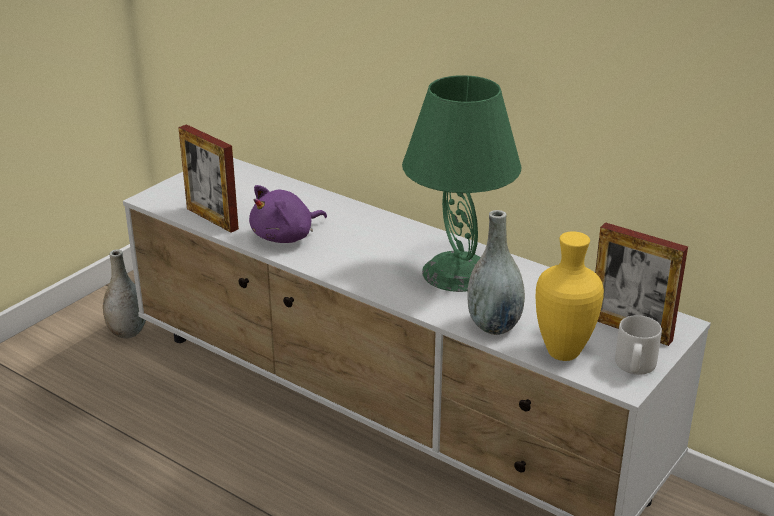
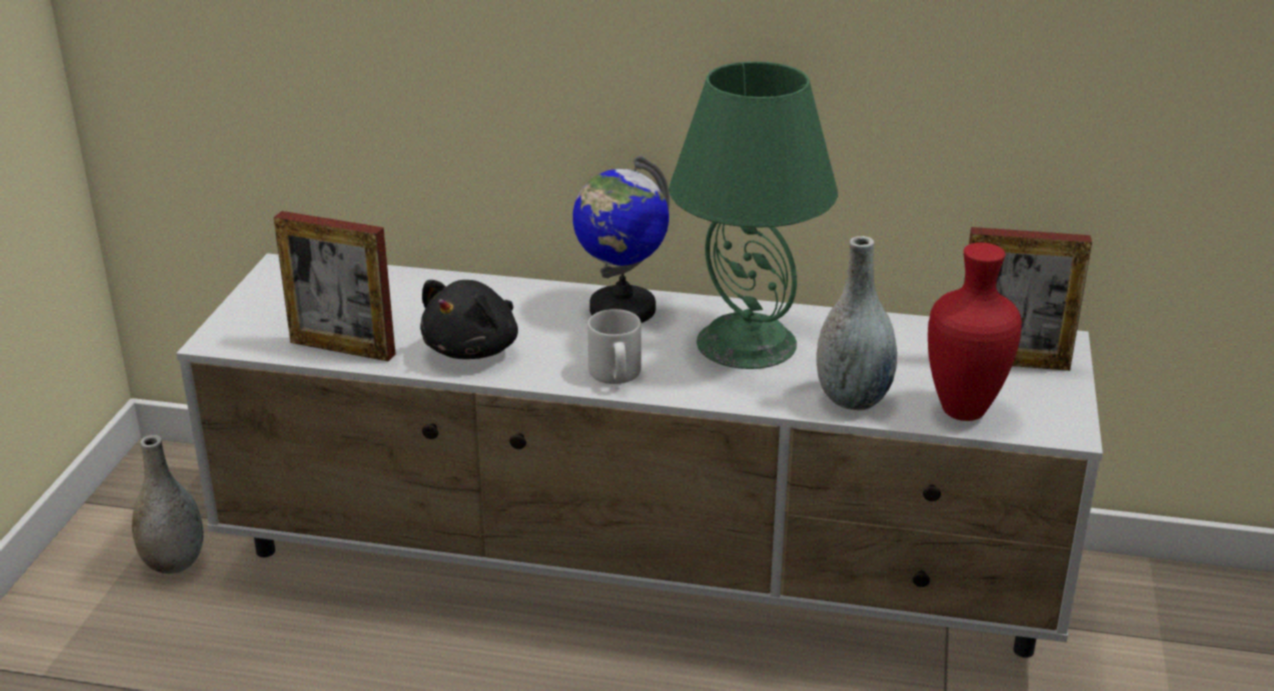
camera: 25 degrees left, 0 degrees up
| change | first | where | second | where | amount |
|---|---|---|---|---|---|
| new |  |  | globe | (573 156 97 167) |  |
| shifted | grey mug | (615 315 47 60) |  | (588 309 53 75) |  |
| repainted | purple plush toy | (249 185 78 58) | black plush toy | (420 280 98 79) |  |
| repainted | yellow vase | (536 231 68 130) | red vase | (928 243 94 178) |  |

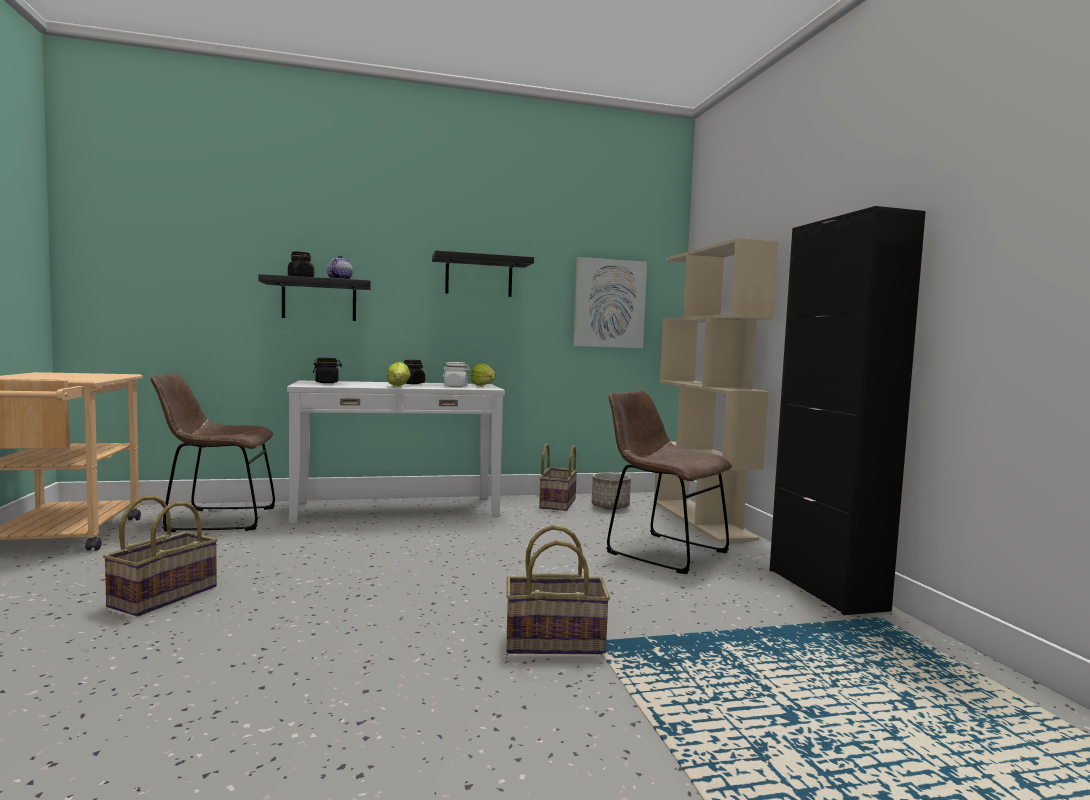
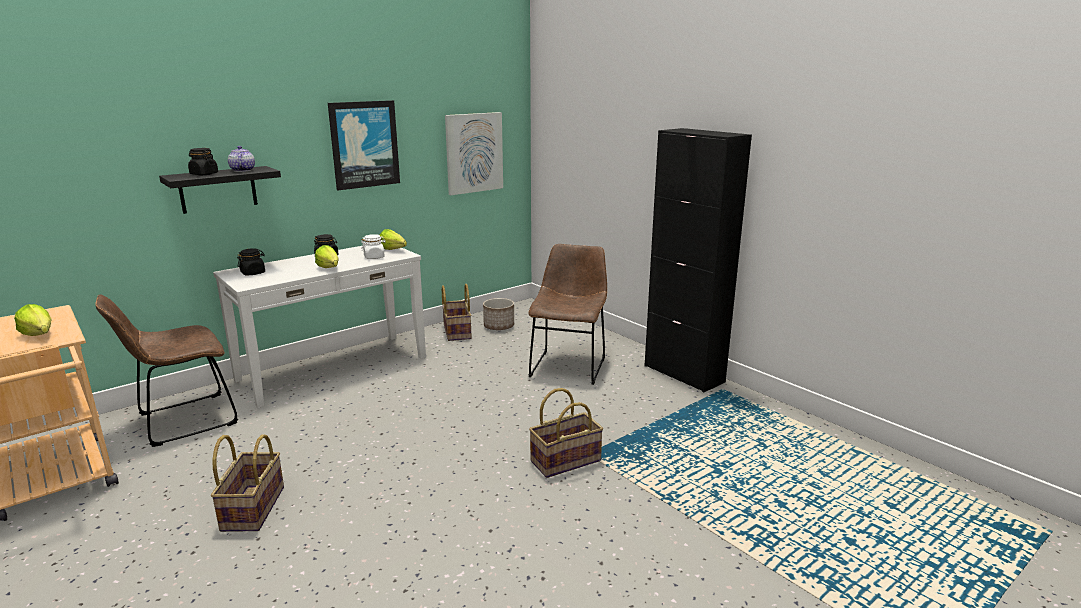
camera: 25 degrees left, 15 degrees up
| change | first | where | second | where | amount |
|---|---|---|---|---|---|
| gone | beige bookcase | (654 238 124 304) |  |  |  |
| new |  |  | lettuce | (14 304 38 32) |  |
| swapped | black shelf | (432 250 102 47) | picture | (328 100 72 90) |  |
| rotated | brown chair | (606 390 126 184) |  | (528 244 79 141) | 90 degrees clockwise |

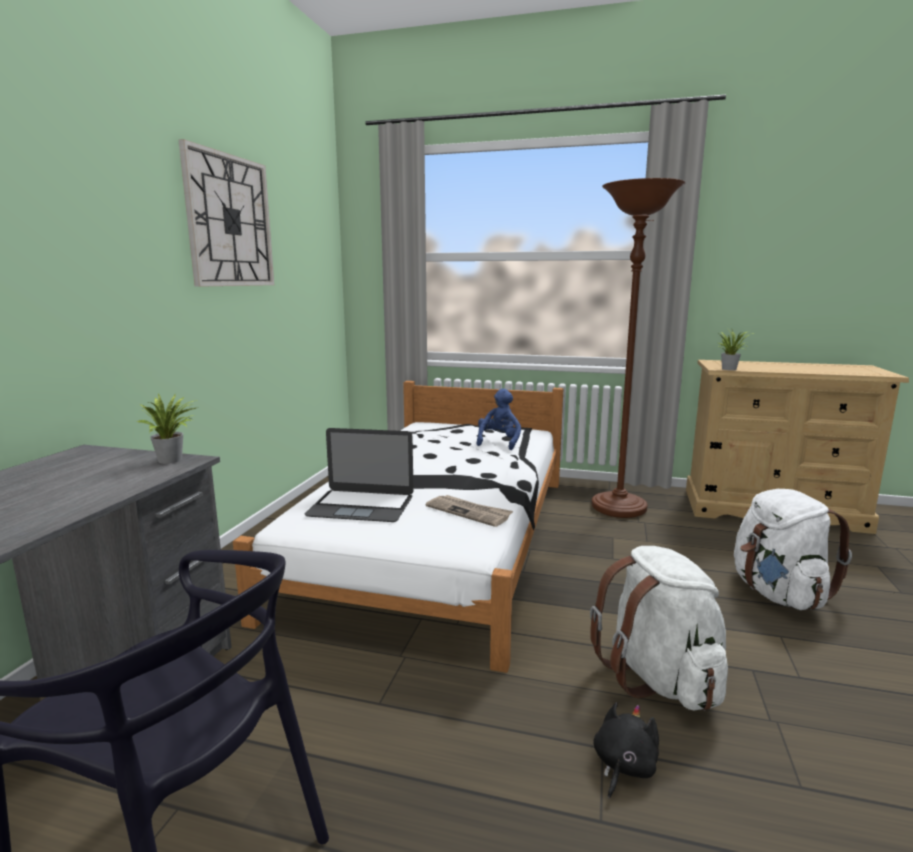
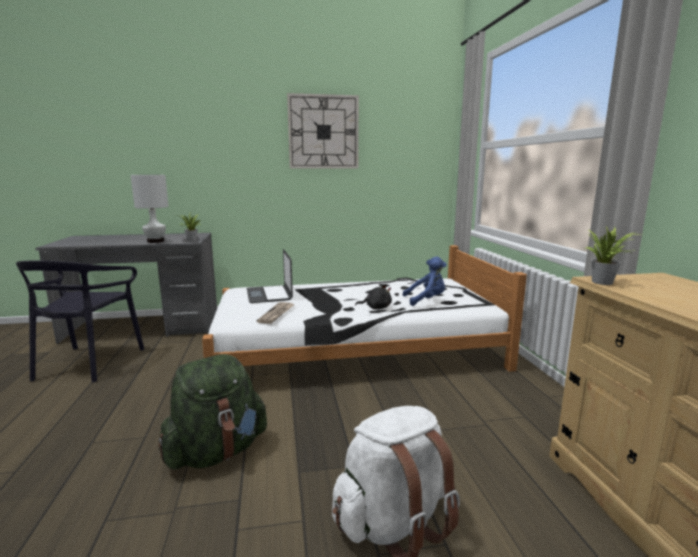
camera: 65 degrees right, 0 degrees up
| change | first | where | second | where | amount |
|---|---|---|---|---|---|
| gone | brown floor lamp | (592 178 94 340) |  |  |  |
| new |  |  | white table lamp | (130 175 39 68) |  |
| shifted | black plush toy | (593 702 66 97) |  | (355 284 37 25) |  |
| repainted | white backpack | (590 546 138 165) | green backpack | (159 354 108 115) |  |

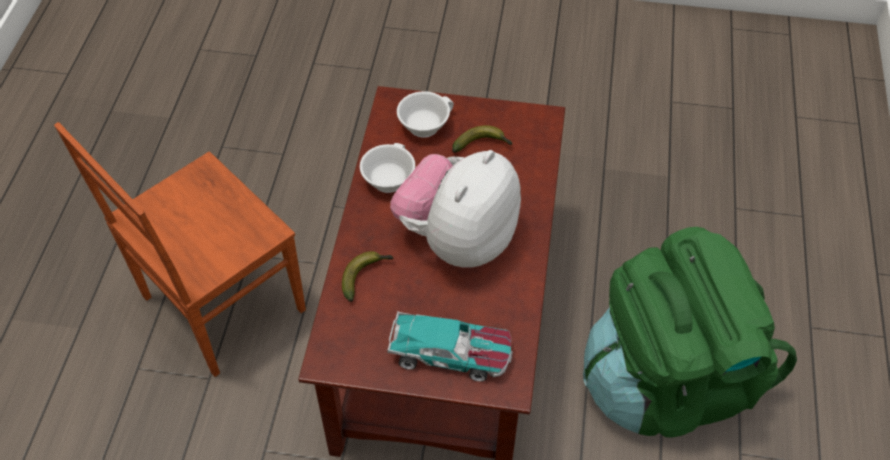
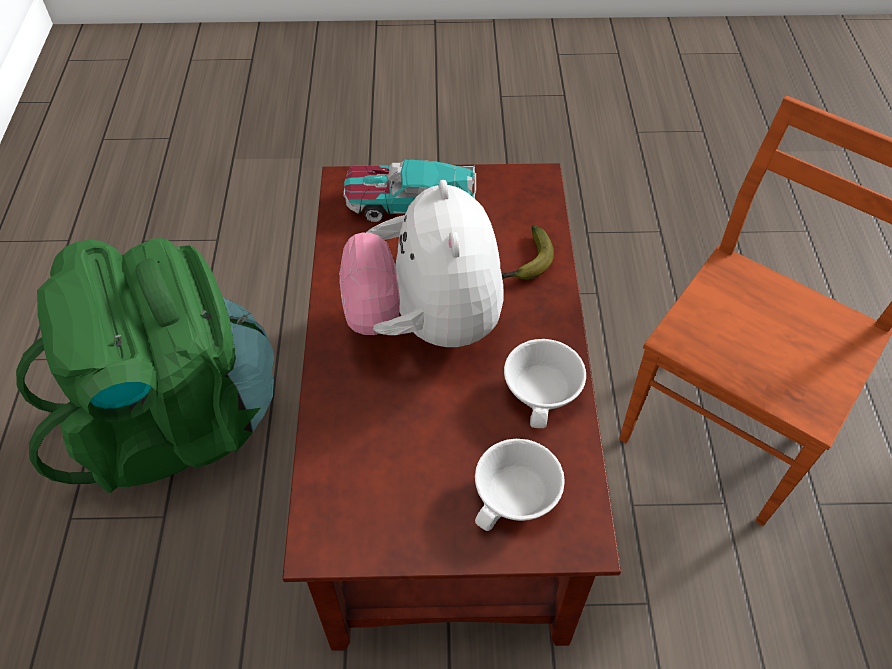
camera: 170 degrees right, 0 degrees up
| change | first | where | second | where | amount |
|---|---|---|---|---|---|
| gone | banana | (452 125 60 28) |  |  |  |
| rotated | plush toy | (390 150 131 118) |  | (340 180 164 167) | 150 degrees clockwise |

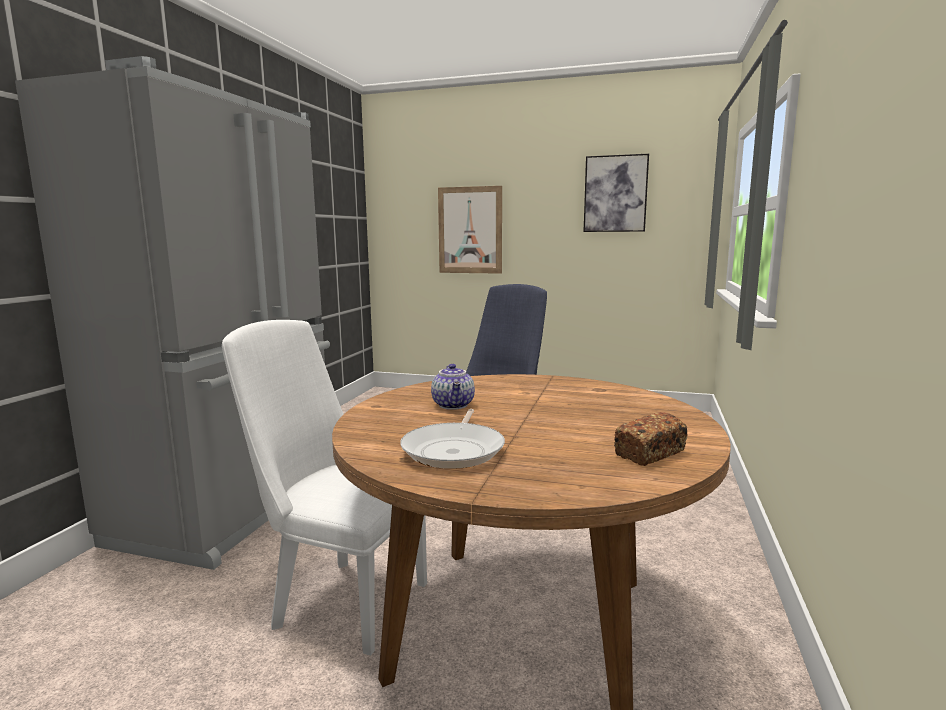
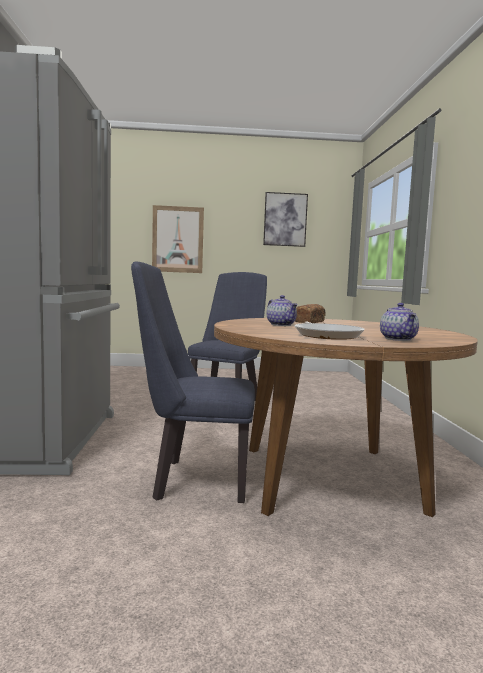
camera: 20 degrees left, 5 degrees down
| change | first | where | second | where | amount |
|---|---|---|---|---|---|
| new |  |  | teapot | (380 303 39 38) |  |
| shifted | bread | (614 412 74 54) |  | (295 304 30 19) |  |
| repainted | white chair | (222 320 205 336) | blue chair | (131 261 124 242) |  |

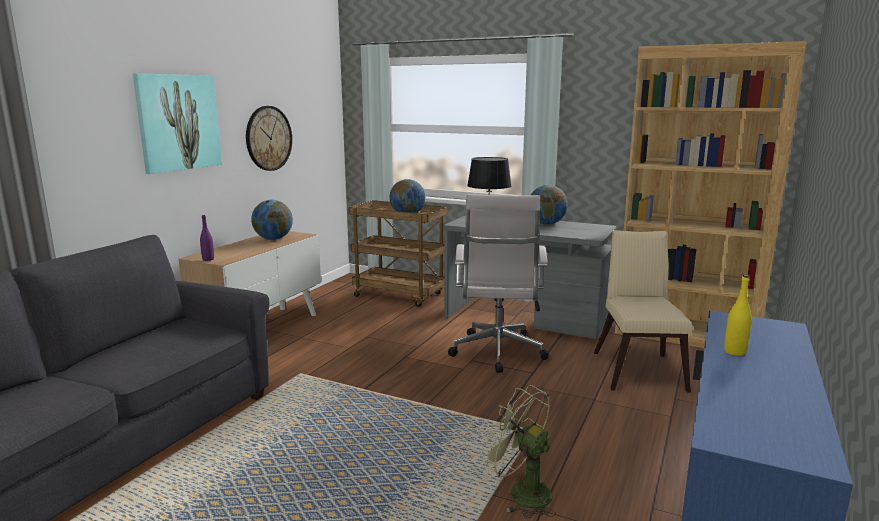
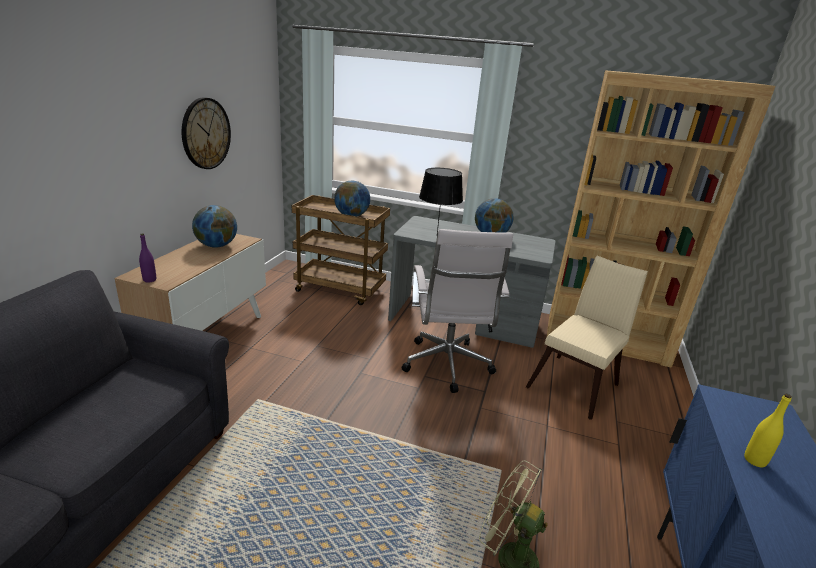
camera: 10 degrees left, 10 degrees up
| change | first | where | second | where | amount |
|---|---|---|---|---|---|
| gone | picture | (133 73 89 101) |  |  |  |
| rotated | beige chair | (594 230 99 162) |  | (526 256 122 164) | 45 degrees clockwise |

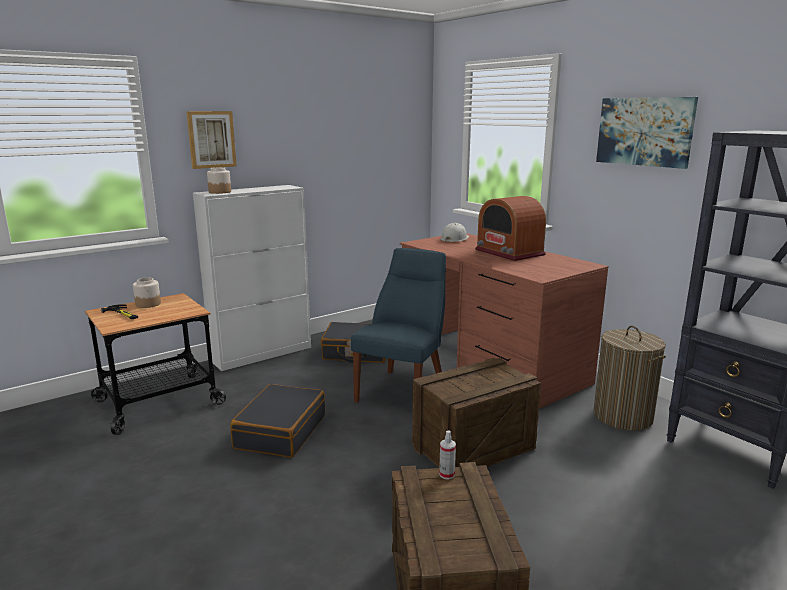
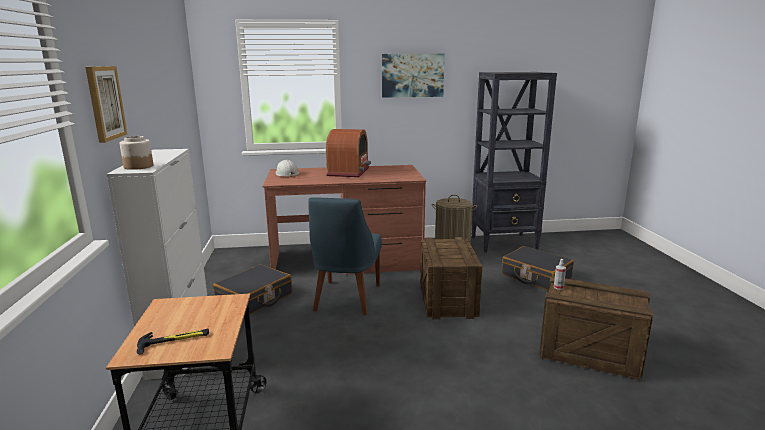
camera: 60 degrees left, 0 degrees up
| change | first | where | second | where | amount |
|---|---|---|---|---|---|
| gone | jar | (133 278 28 30) |  |  |  |
| shifted | black suitcase | (230 384 95 74) |  | (502 246 72 45) |  |
| rotated | blue chair | (351 248 95 155) |  | (308 198 74 117) | 135 degrees counterclockwise |
| rotated | radio | (475 196 71 65) |  | (326 129 45 48) | 75 degrees counterclockwise |

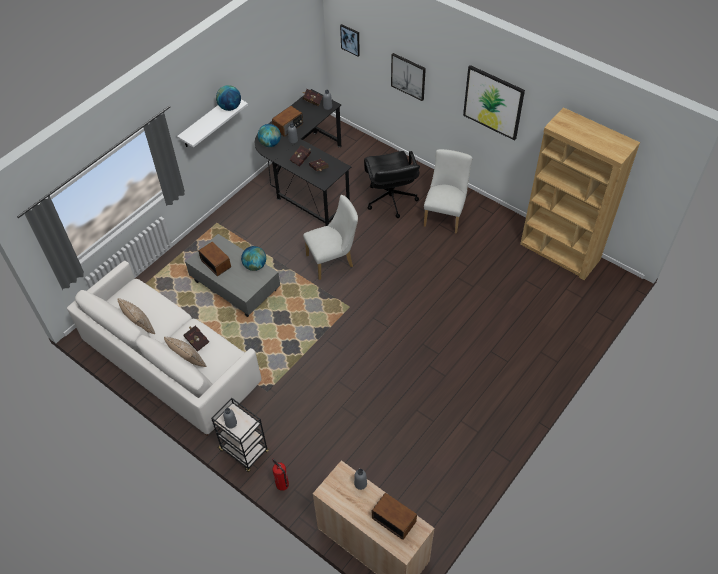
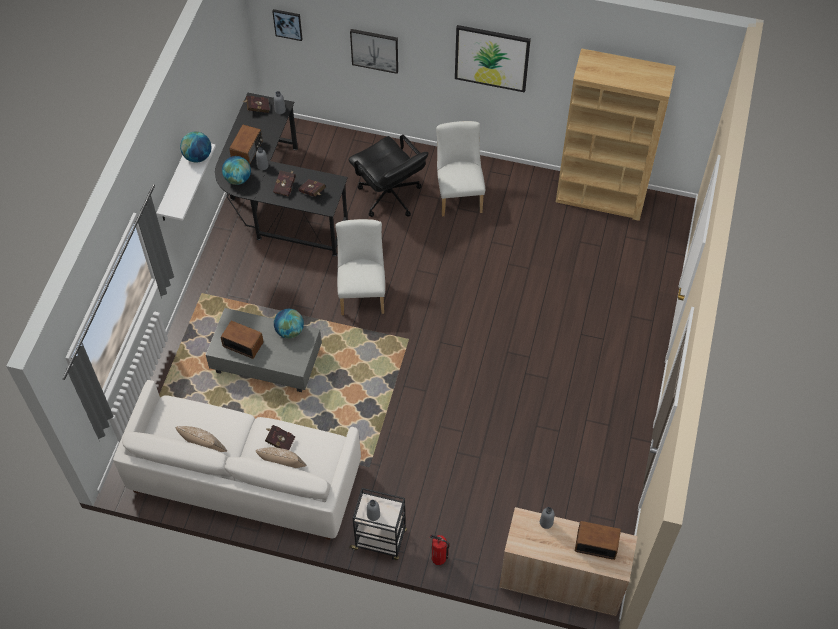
camera: 25 degrees left, 5 degrees up
| change | first | where | second | where | amount |
|---|---|---|---|---|---|
| rotated | white chair | (303 195 55 85) |  | (335 219 50 96) | 45 degrees counterclockwise |

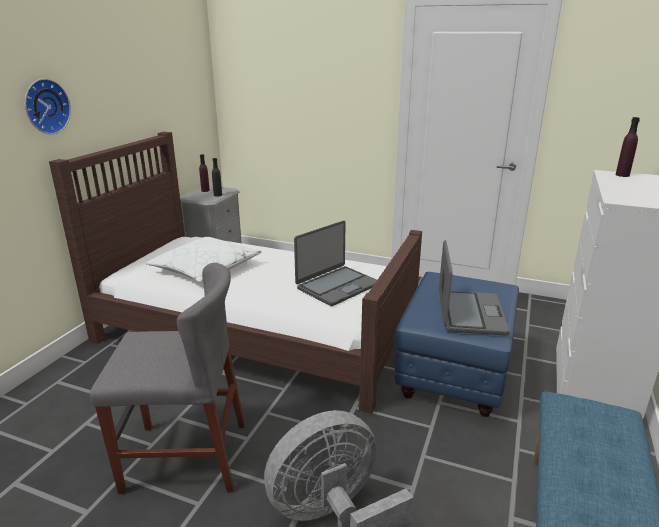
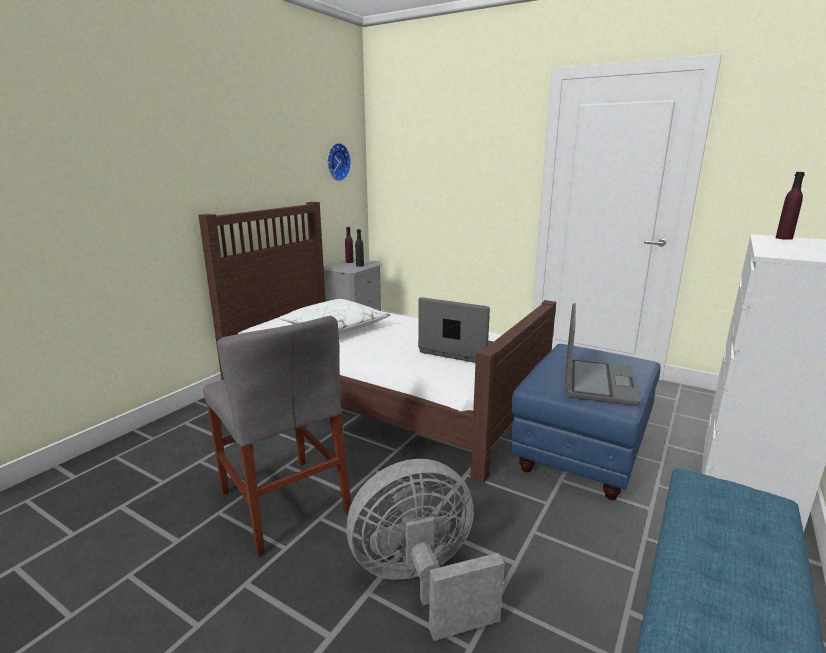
camera: 10 degrees right, 5 degrees down
| change | first | where | second | where | amount |
|---|---|---|---|---|---|
| shifted | wall clock | (25 79 46 55) |  | (327 143 24 38) |  |
| rotated | grey chair | (90 263 155 231) |  | (203 316 148 240) | 45 degrees clockwise |
| rotated | laptop | (294 221 83 85) |  | (418 297 76 66) | 120 degrees counterclockwise |

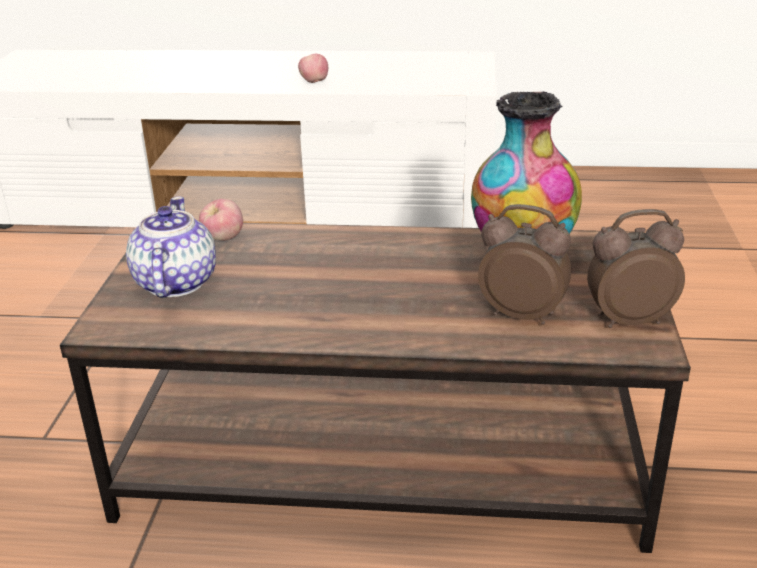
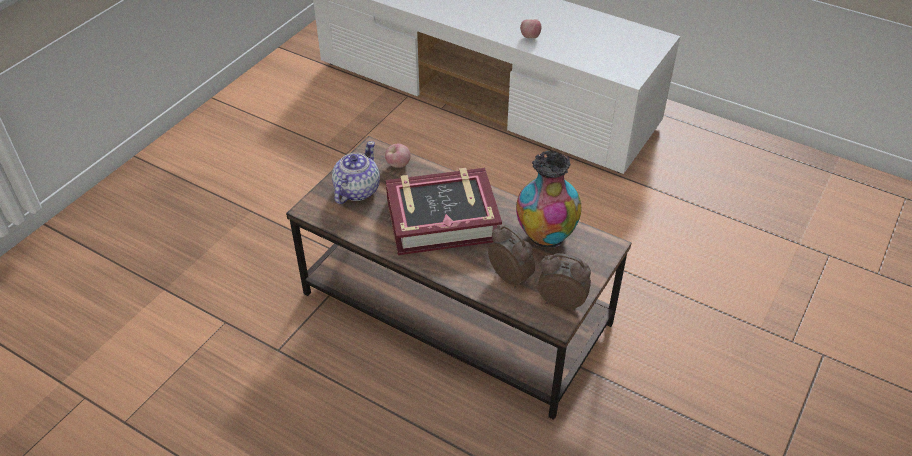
camera: 25 degrees right, 15 degrees up
| change | first | where | second | where | amount |
|---|---|---|---|---|---|
| new |  |  | book | (386 168 116 87) |  |

